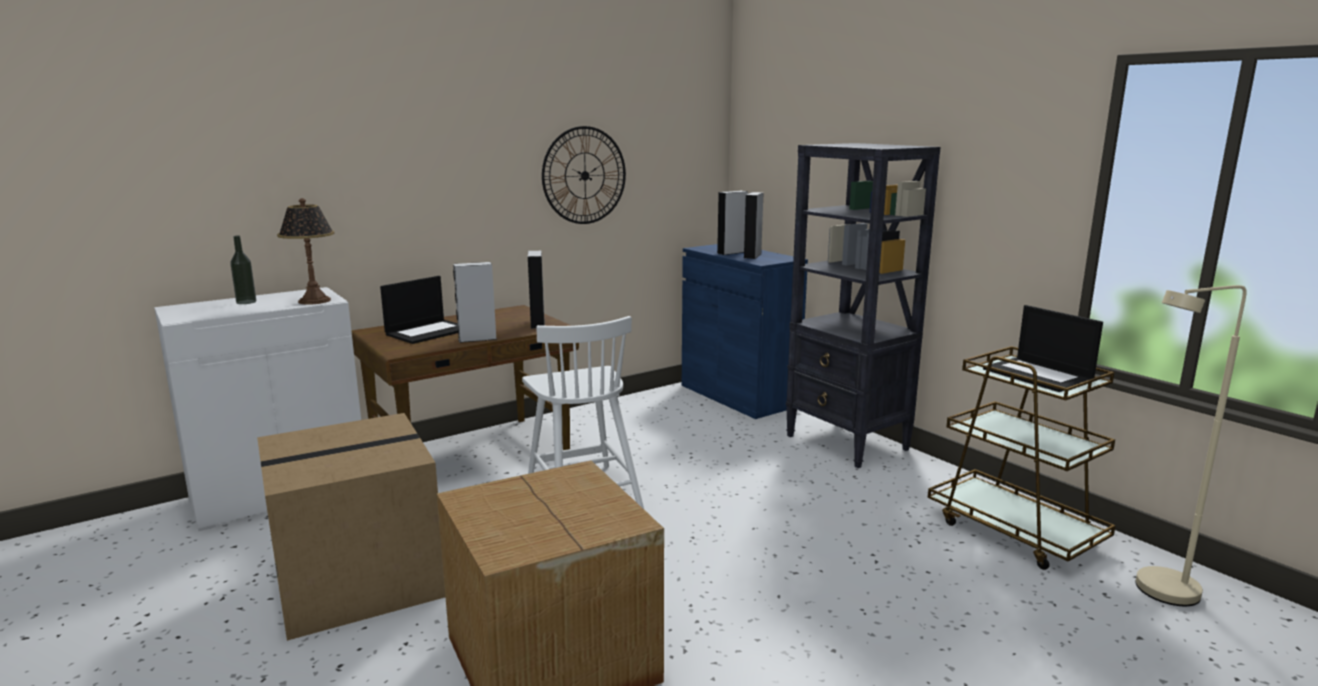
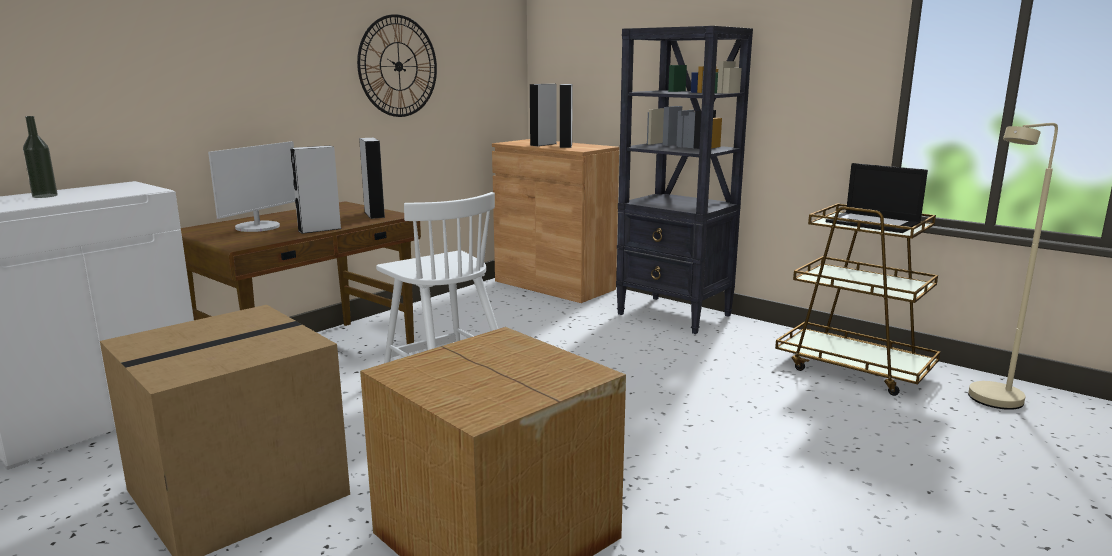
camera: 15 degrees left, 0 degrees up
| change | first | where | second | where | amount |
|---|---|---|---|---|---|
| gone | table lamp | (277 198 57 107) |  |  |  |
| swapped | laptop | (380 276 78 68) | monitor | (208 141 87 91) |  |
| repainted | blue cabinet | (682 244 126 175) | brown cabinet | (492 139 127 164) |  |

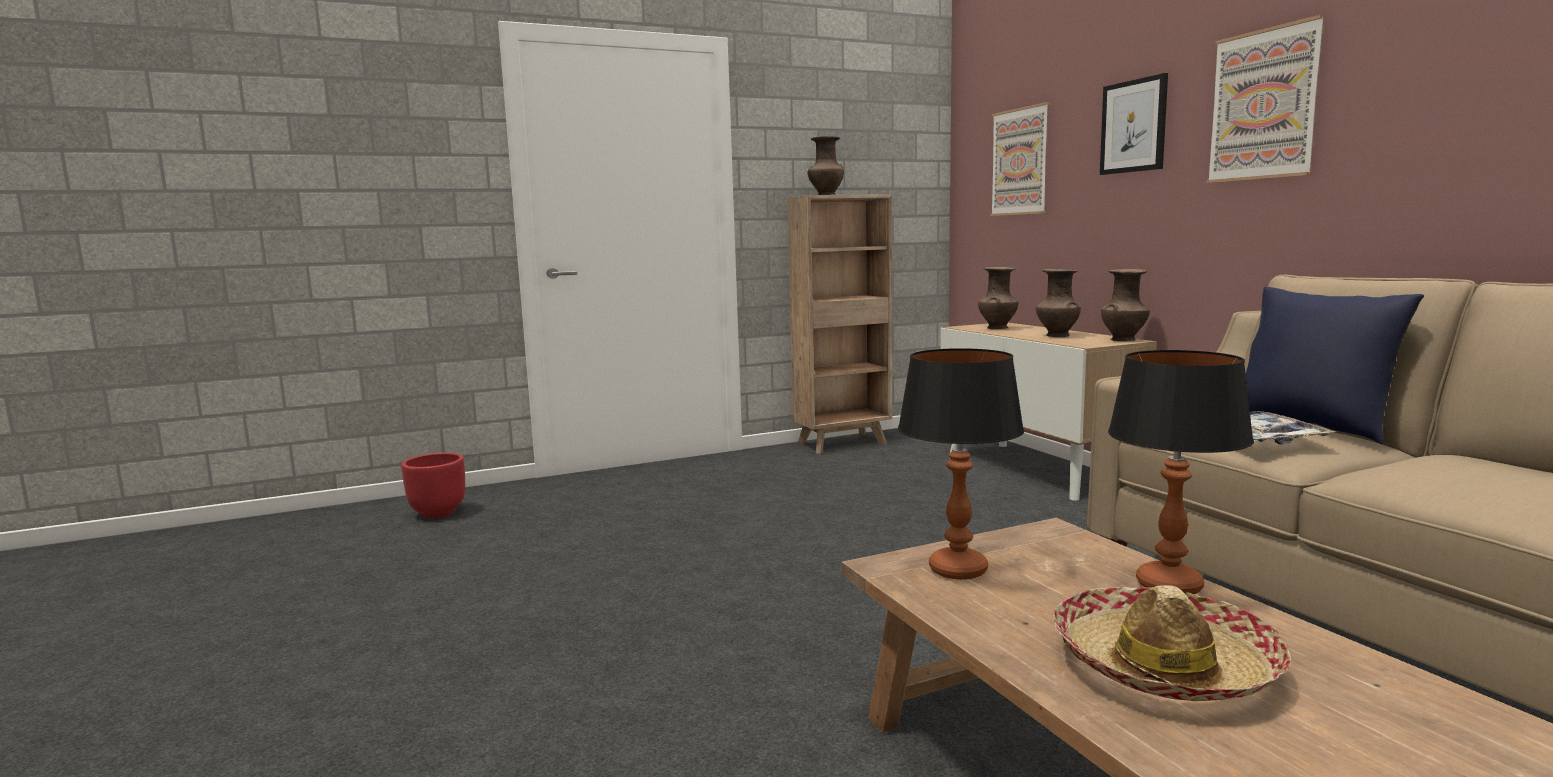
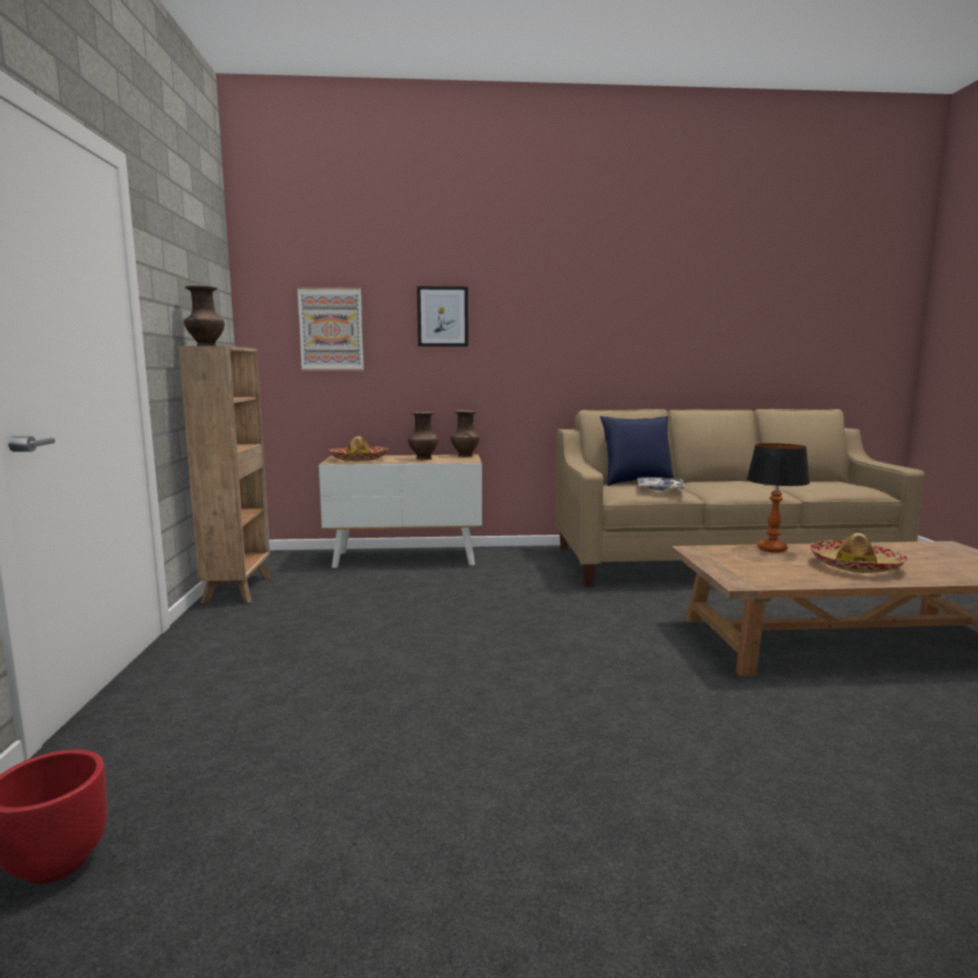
camera: 70 degrees left, 0 degrees up
| change | first | where | second | where | amount |
|---|---|---|---|---|---|
| gone | table lamp | (898 348 126 232) |  |  |  |
| gone | picture | (1207 15 118 168) |  |  |  |
| swapped | brown vase | (978 267 40 62) | hat | (328 436 61 26) |  |

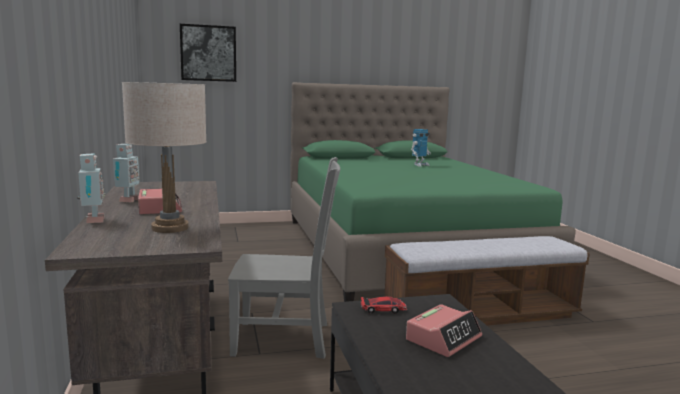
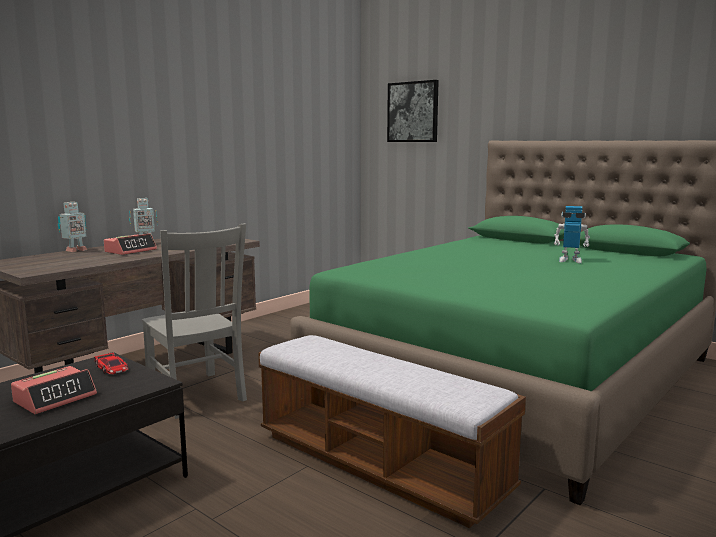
camera: 55 degrees right, 0 degrees up
| change | first | where | second | where | amount |
|---|---|---|---|---|---|
| gone | beige table lamp | (122 82 85 151) |  |  |  |
| rotated | alarm clock | (406 304 76 53) |  | (11 366 86 48) | 60 degrees counterclockwise |

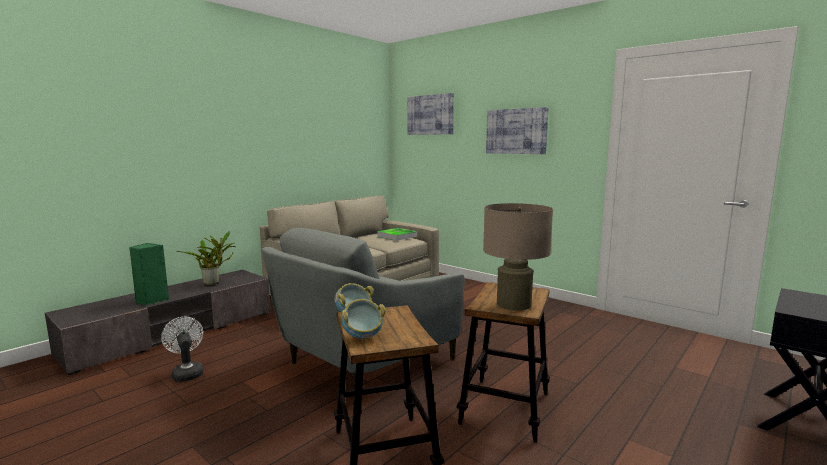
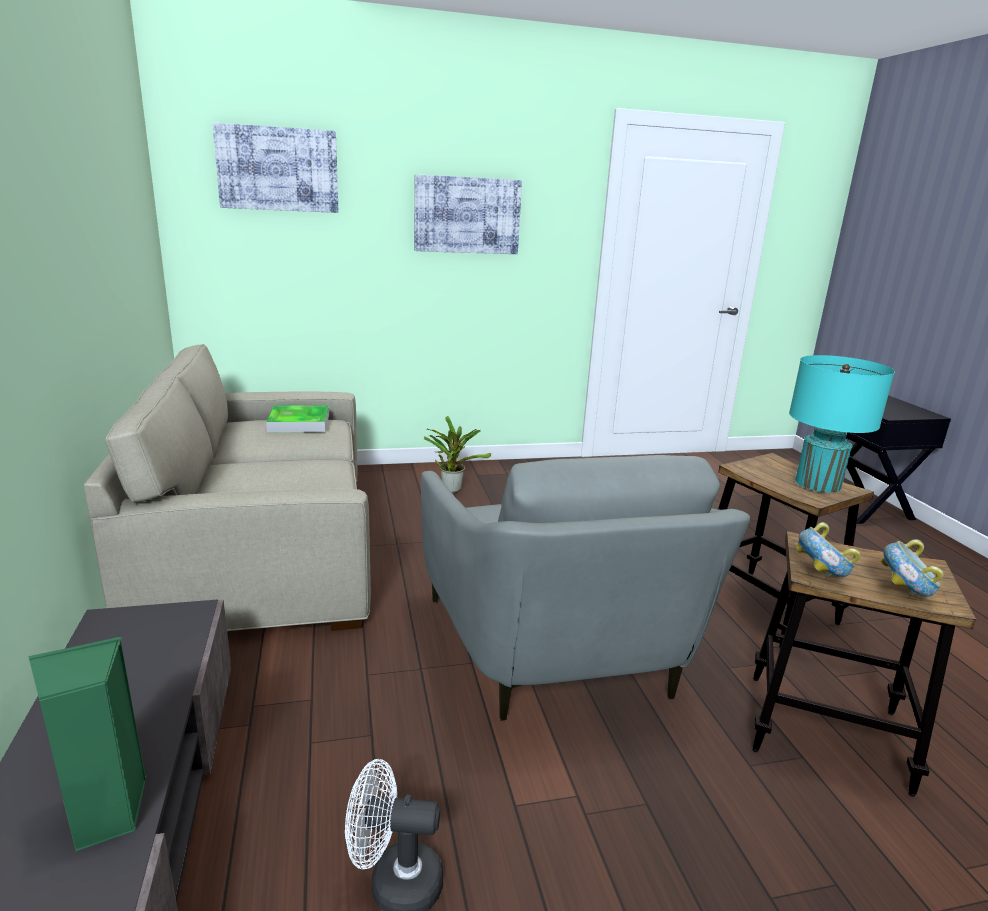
camera: 55 degrees left, 10 degrees up
| change | first | where | second | where | amount |
|---|---|---|---|---|---|
| shifted | potted plant | (176 231 60 54) |  | (424 416 67 77) |  |
| repainted | beige table lamp | (483 203 70 108) | turquoise table lamp | (789 355 106 138) |  |

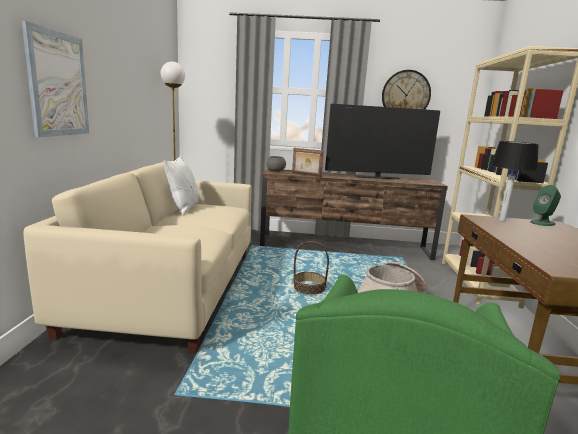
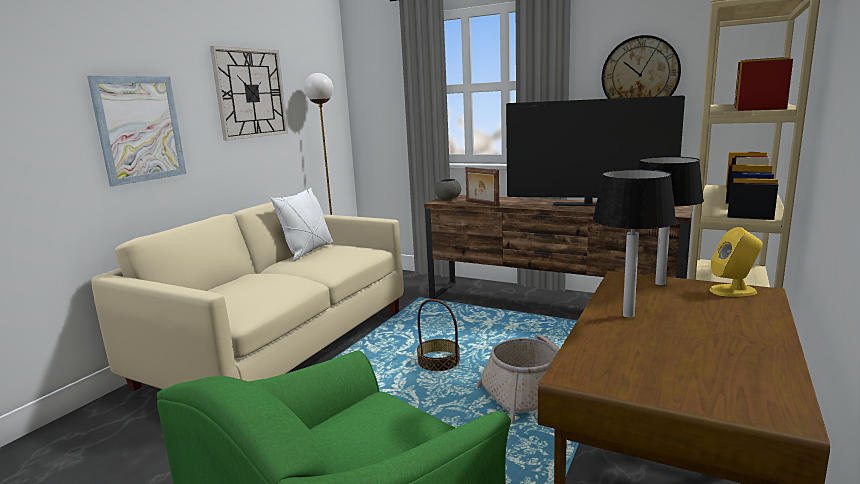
camera: 25 degrees right, 0 degrees up
| change | first | where | second | where | amount |
|---|---|---|---|---|---|
| new |  |  | wall clock | (210 46 78 95) |  |
| new |  |  | table lamp | (593 169 84 149) |  |
| repainted | green speaker | (530 185 31 41) | yellow speaker | (709 227 54 70) |  |

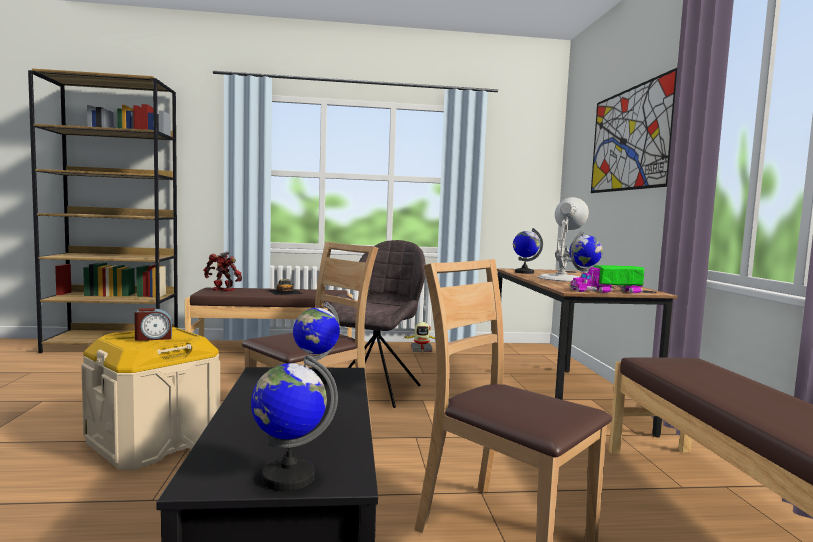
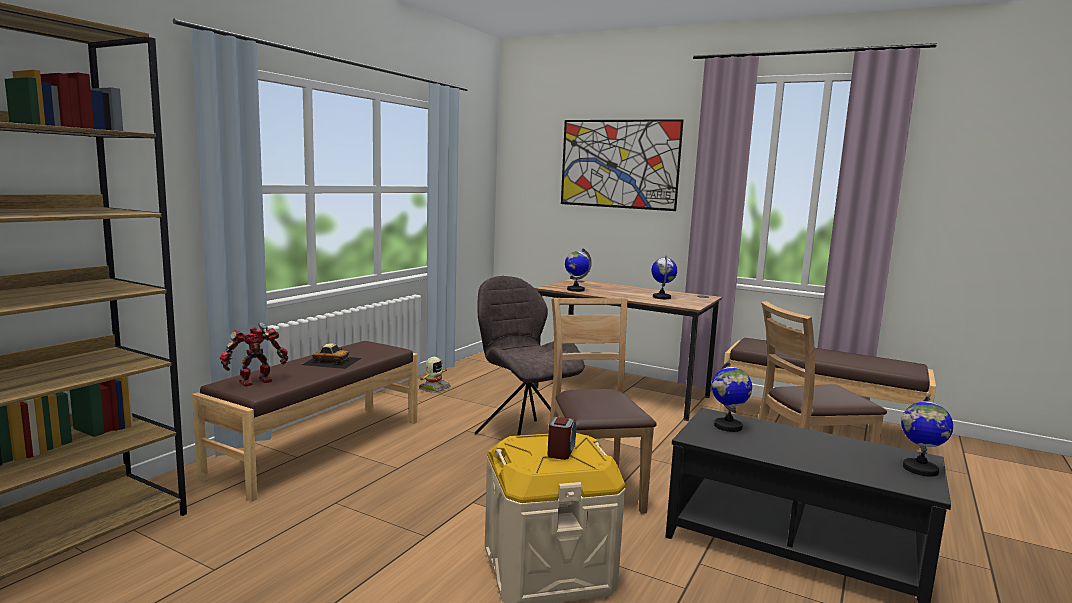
camera: 55 degrees left, 5 degrees up
| change | first | where | second | where | amount |
|---|---|---|---|---|---|
| gone | white table lamp | (538 197 51 85) |  |  |  |
| gone | toy truck | (570 265 75 28) |  |  |  |

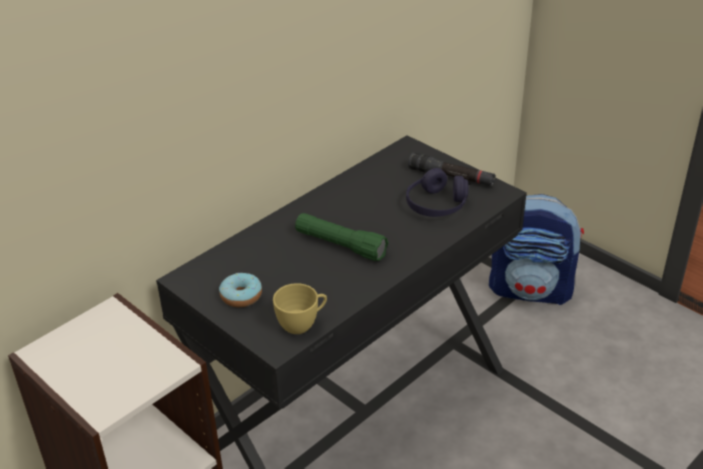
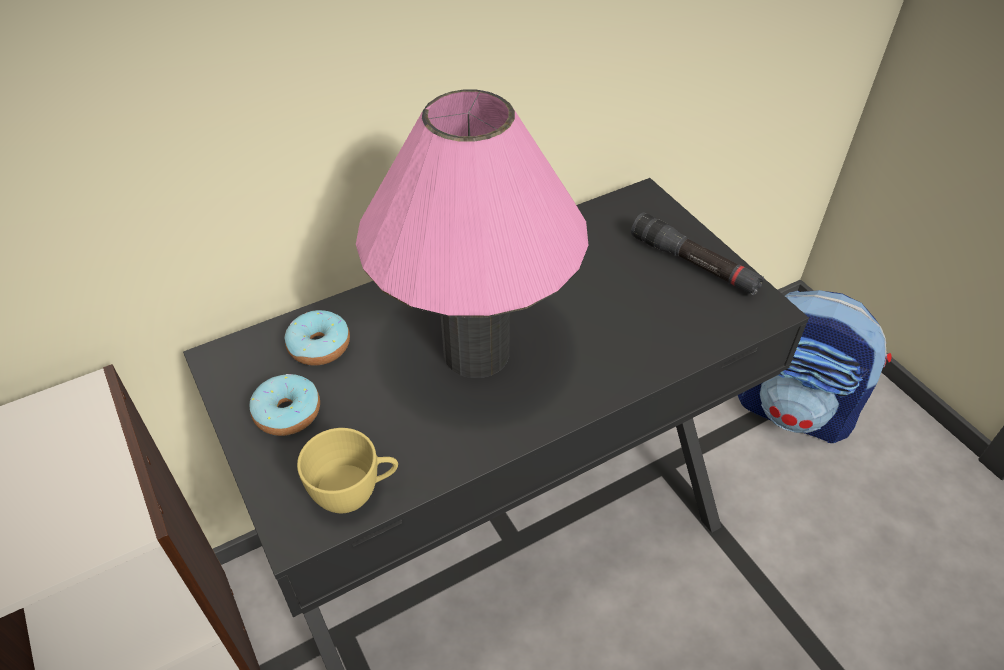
camera: 15 degrees right, 10 degrees up
| change | first | where | second | where | amount |
|---|---|---|---|---|---|
| gone | purple headphones | (406 168 62 49) |  |  |  |
| new |  |  | donut | (285 310 65 56) |  |
| swapped | green flashlight | (295 213 93 48) | pink table lamp | (356 90 232 288) |  |

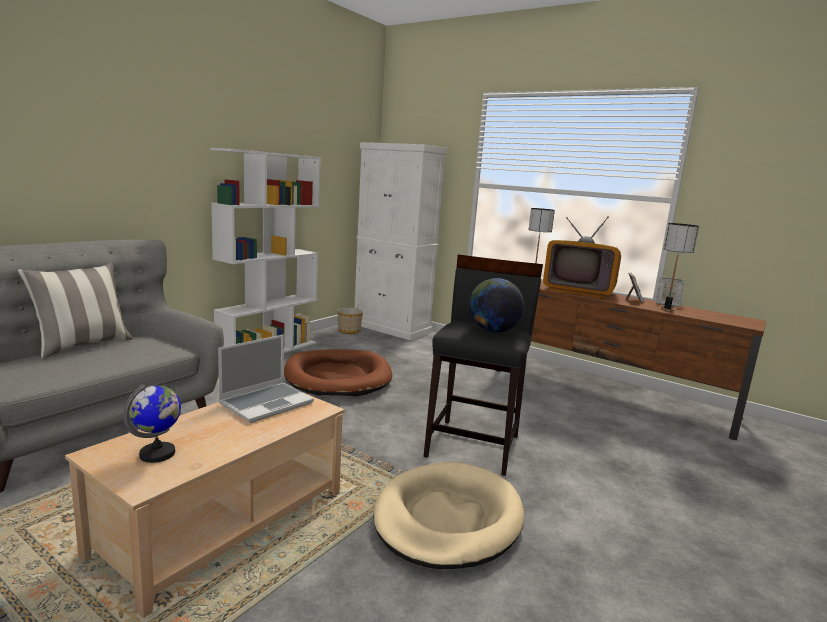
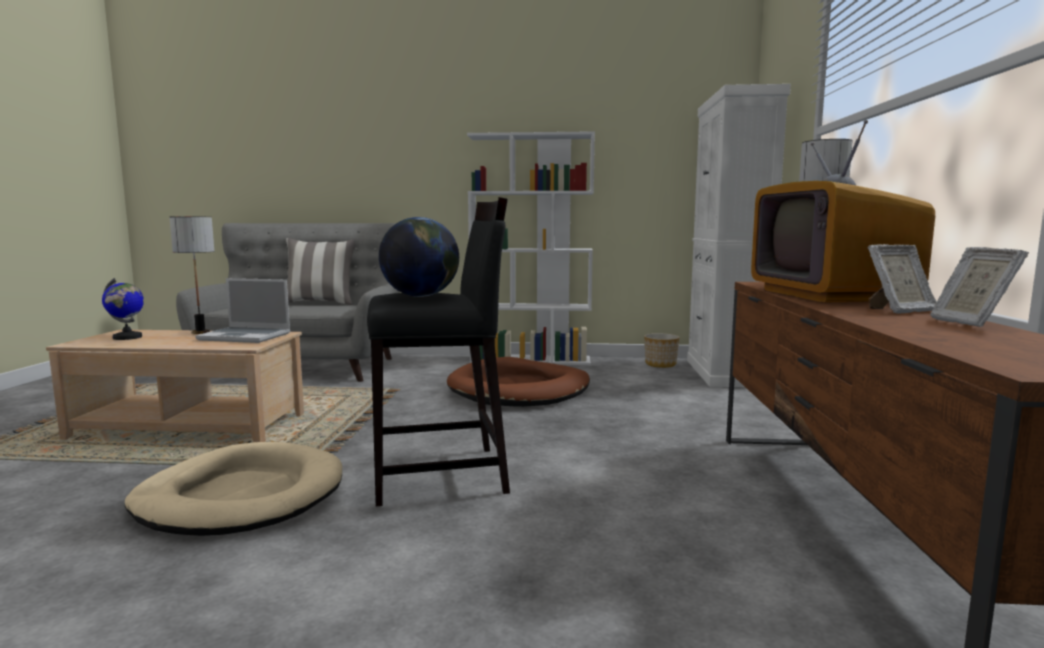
camera: 60 degrees right, 5 degrees down
| change | first | where | second | where | amount |
|---|---|---|---|---|---|
| shifted | table lamp | (661 223 38 88) |  | (169 217 46 117) |  |

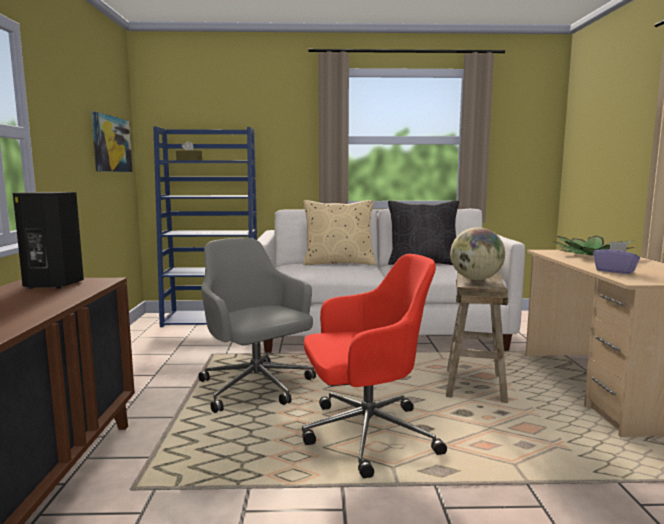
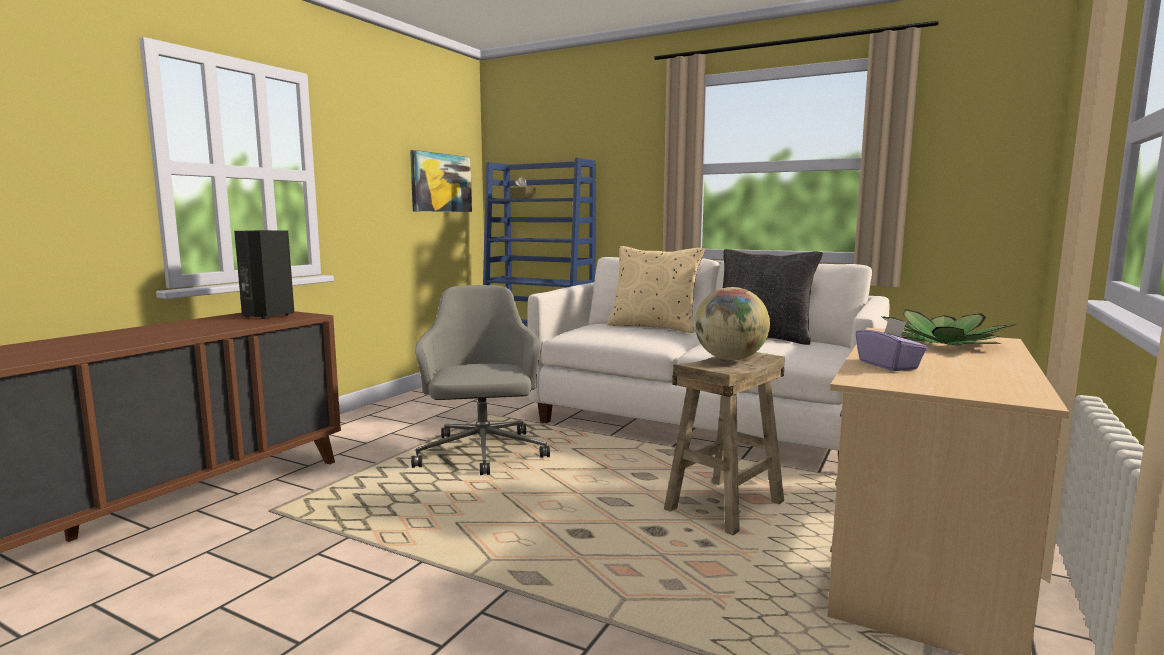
camera: 30 degrees right, 0 degrees up
| change | first | where | second | where | amount |
|---|---|---|---|---|---|
| gone | red office chair | (302 254 145 224) |  |  |  |

